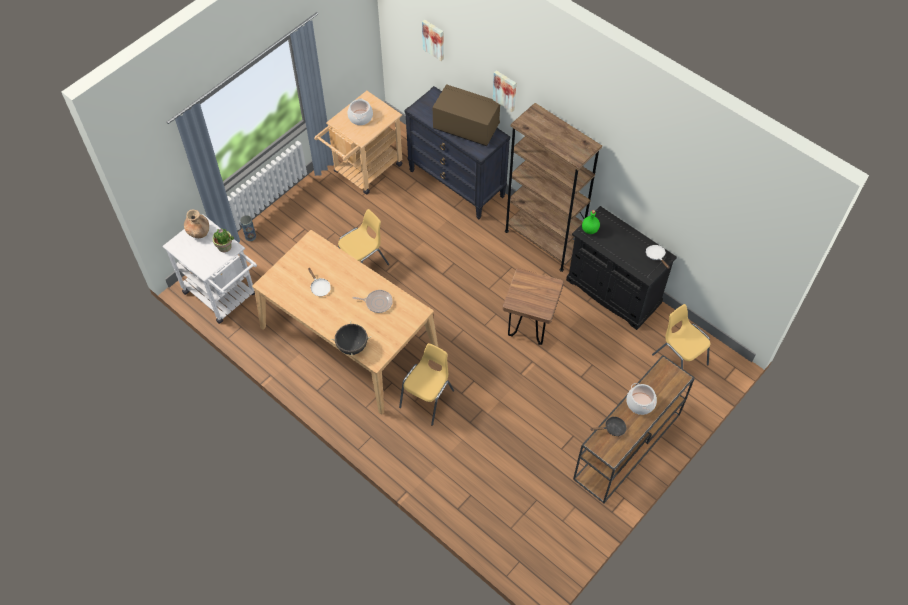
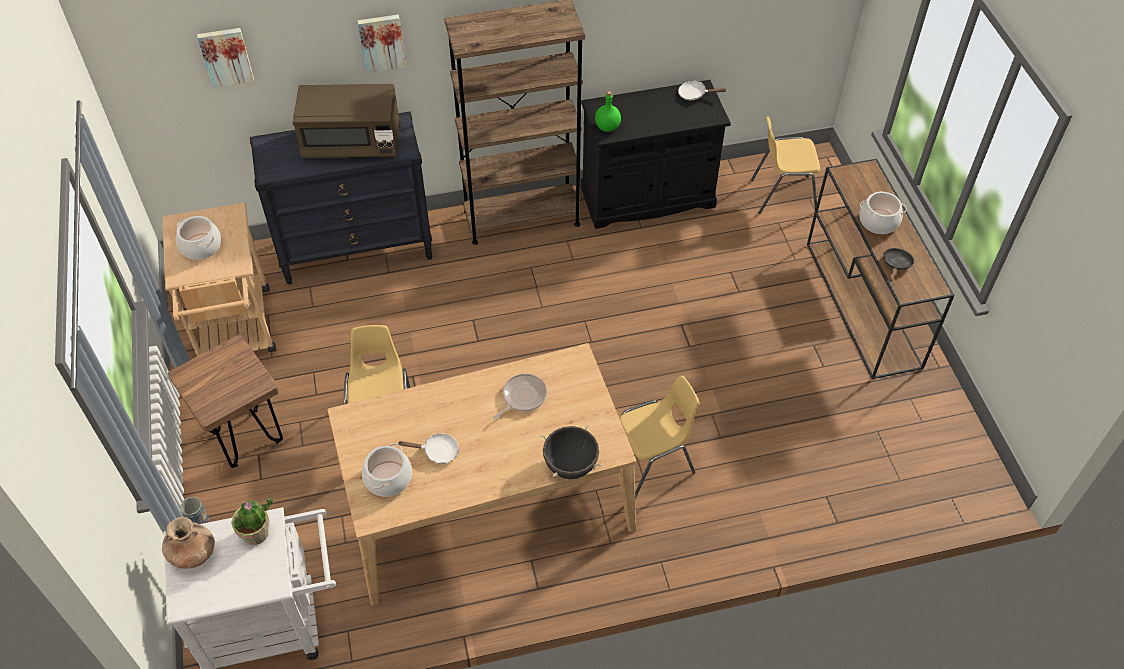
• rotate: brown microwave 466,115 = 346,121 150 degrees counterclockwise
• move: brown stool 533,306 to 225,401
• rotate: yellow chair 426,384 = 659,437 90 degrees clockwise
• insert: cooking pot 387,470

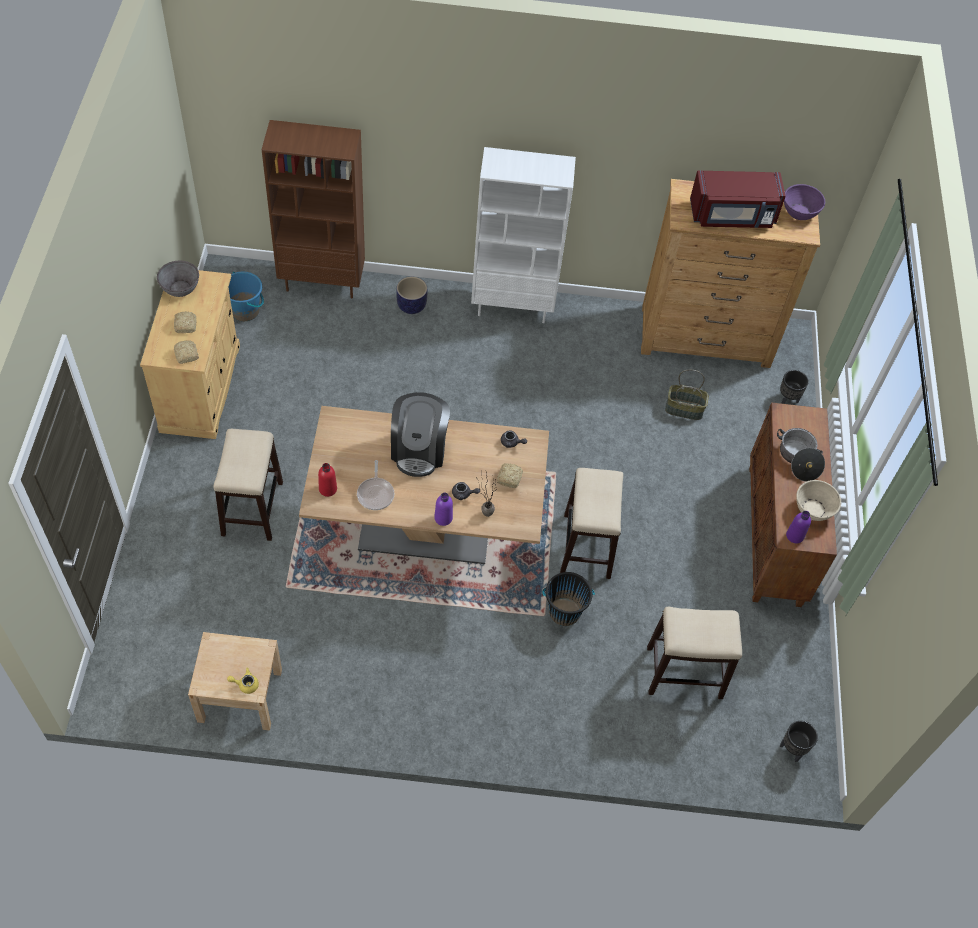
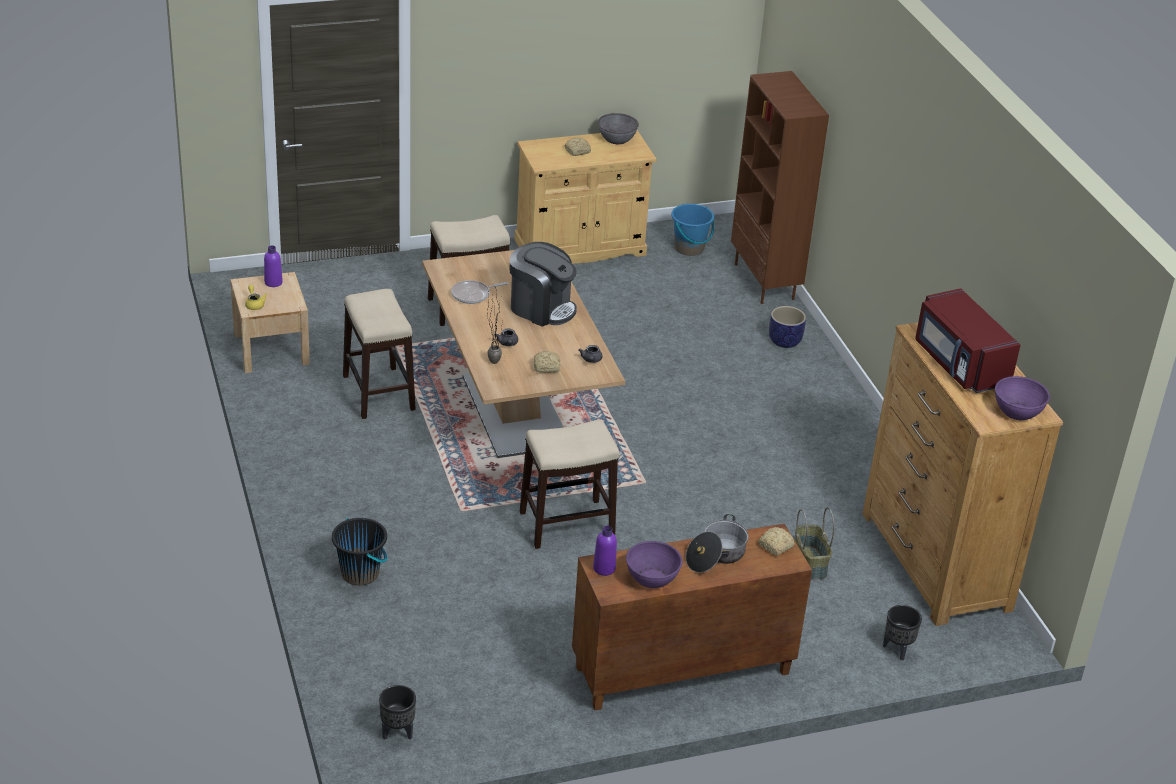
• delete: white bookcase 523,235
• move: bread 186,352 to 776,541
• rotate: coffee machine 420,434 = 543,284 135 degrees counterclockwise
• delete: red bottle 327,480
• recolor: beige bowl 818,500 to purple bowl 654,564
• move: purple bottle 443,509 to 273,266
• move: black bucket 568,599 to 360,552
• move: stool 694,652 to 379,354

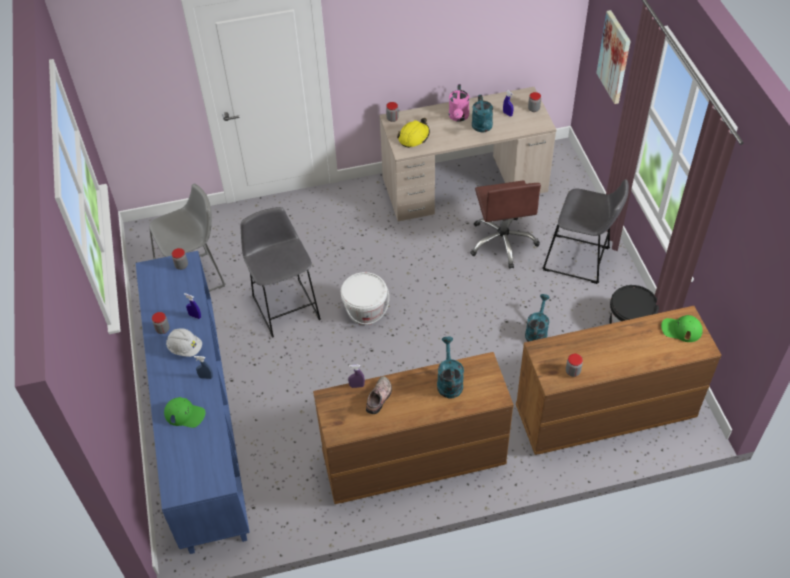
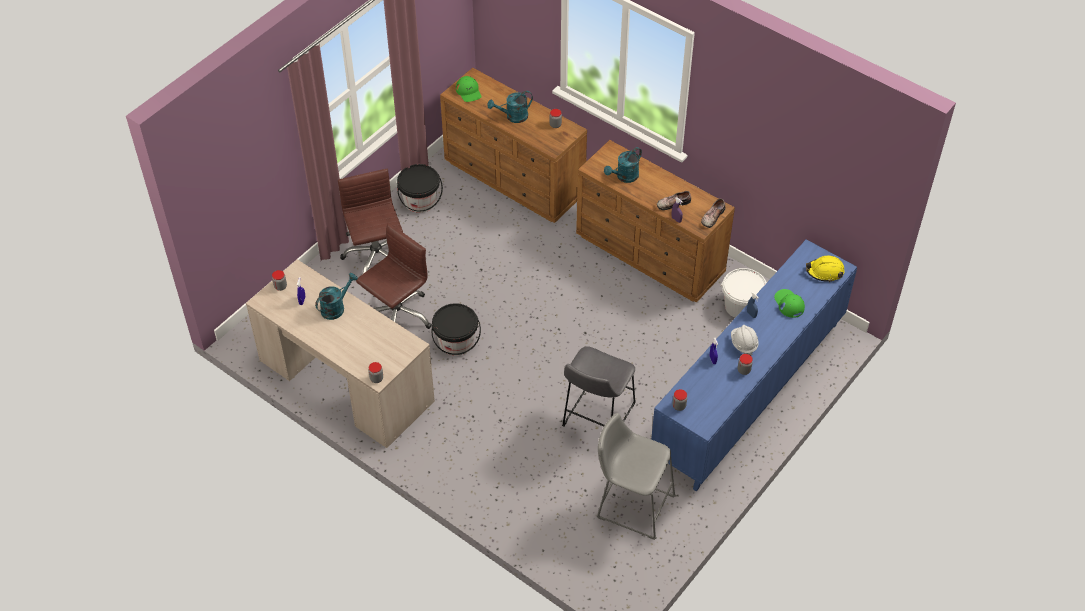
• delete: picture 613,57
• delete: pink watering can 459,103
• move: yellow hard hat 413,133 to 825,269
• replace: grey stool 585,231 to brown office chair 370,221
• move: white bucket 365,298 to 743,293
• move: turquoise watering can 537,318 to 510,107
• insert: shoe 713,213
• insert: black bucket 456,329

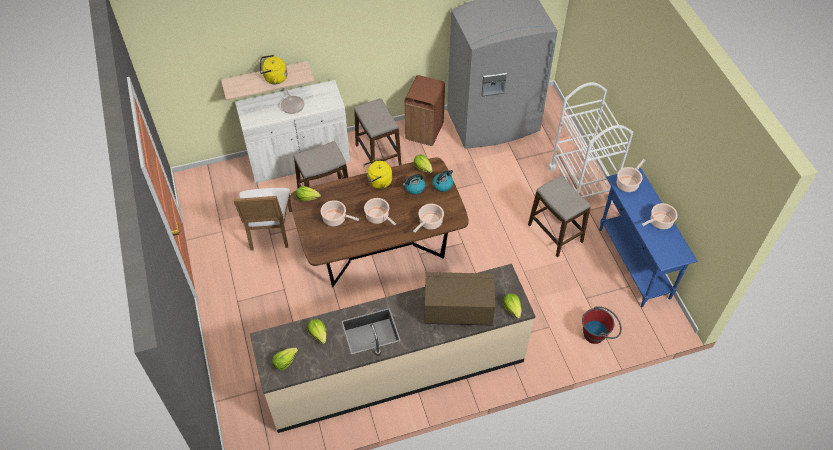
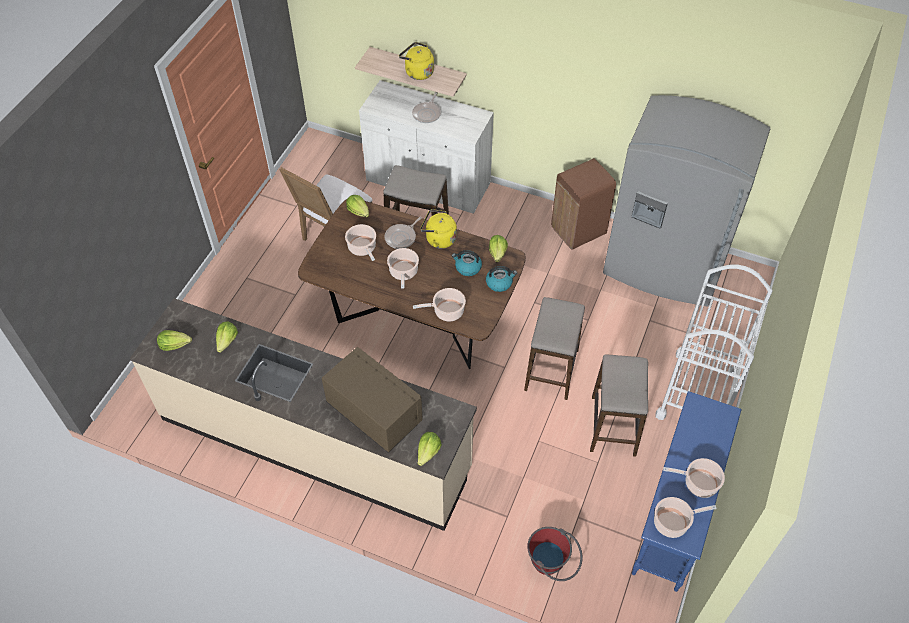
• move: stool 377,131 to 554,348
• move: cooking pot 631,175 to 685,517
• insert: frying pan 403,233

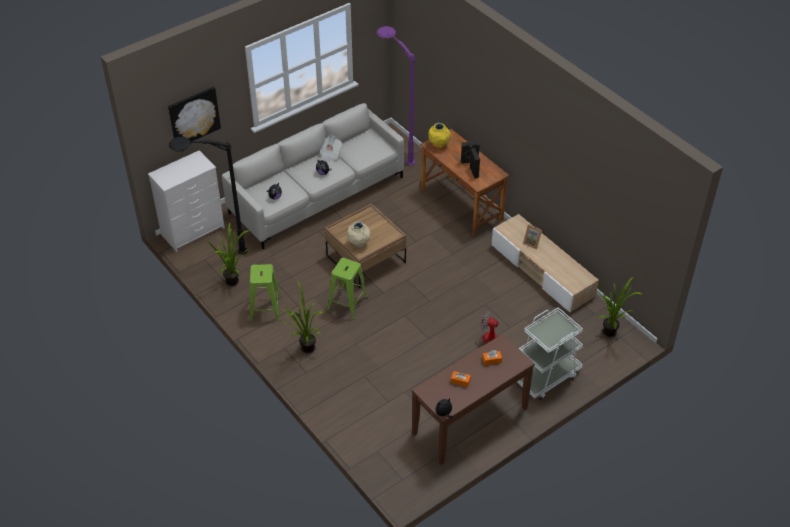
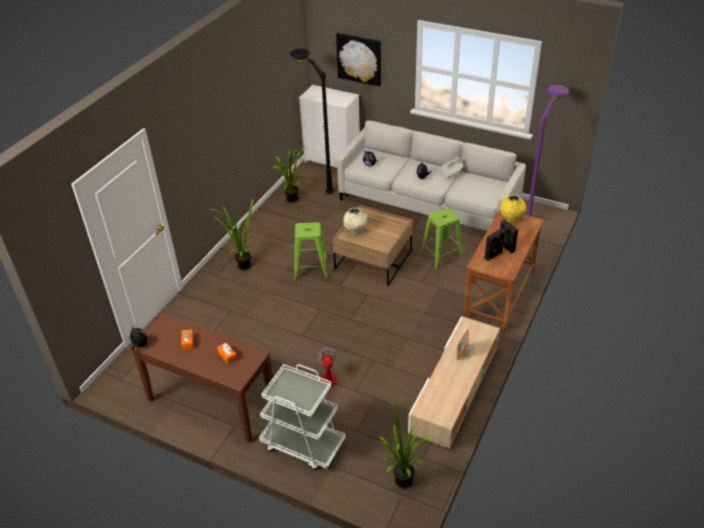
• move: green stool 265,293 to 441,239

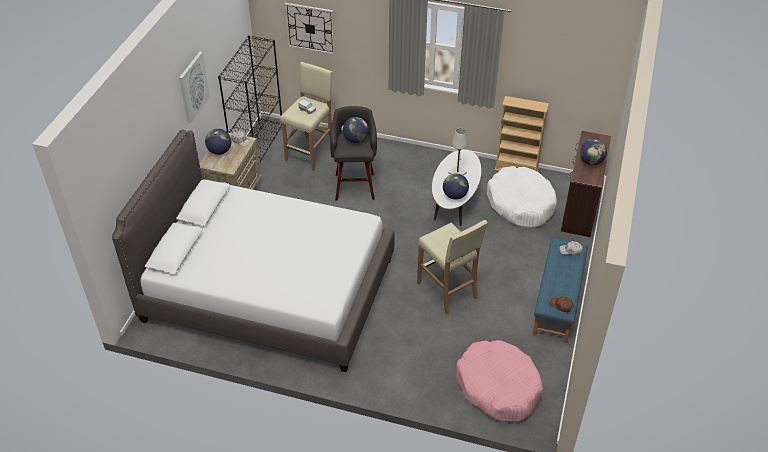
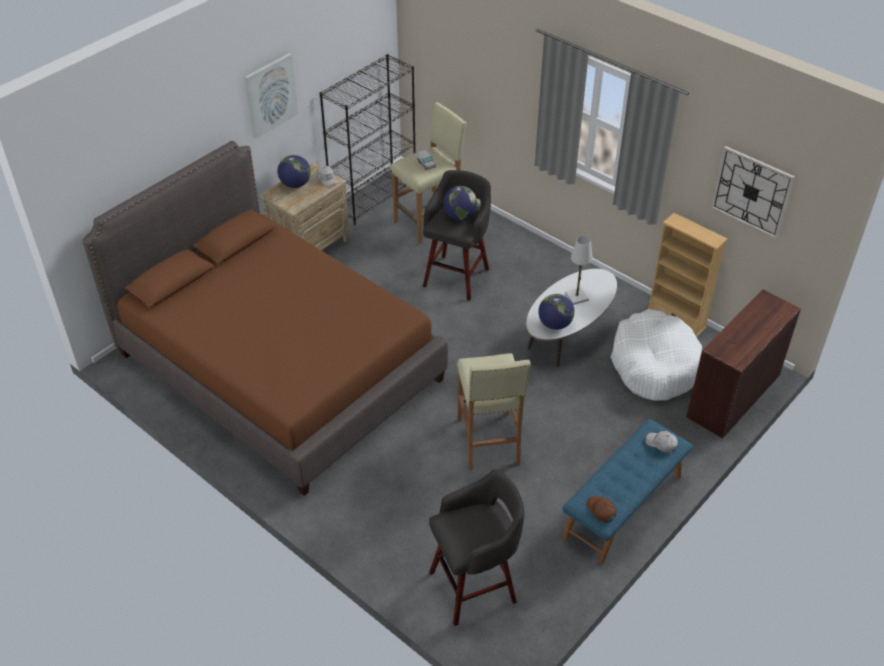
• move: wall clock 310,29 to 753,192
• recolor: white bed 253,250 to brown bed 265,318
• delete: globe 593,152
• replace: pink dog bed 499,381 to grey stool 476,547

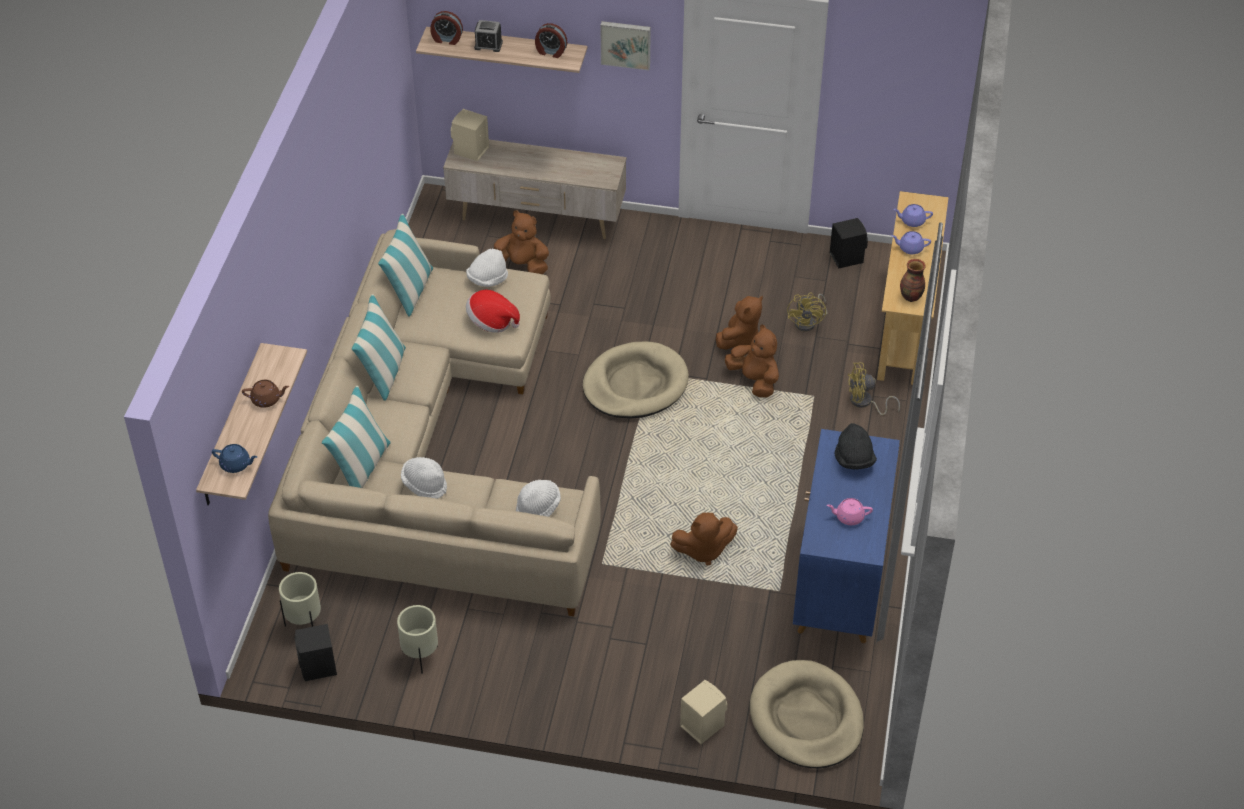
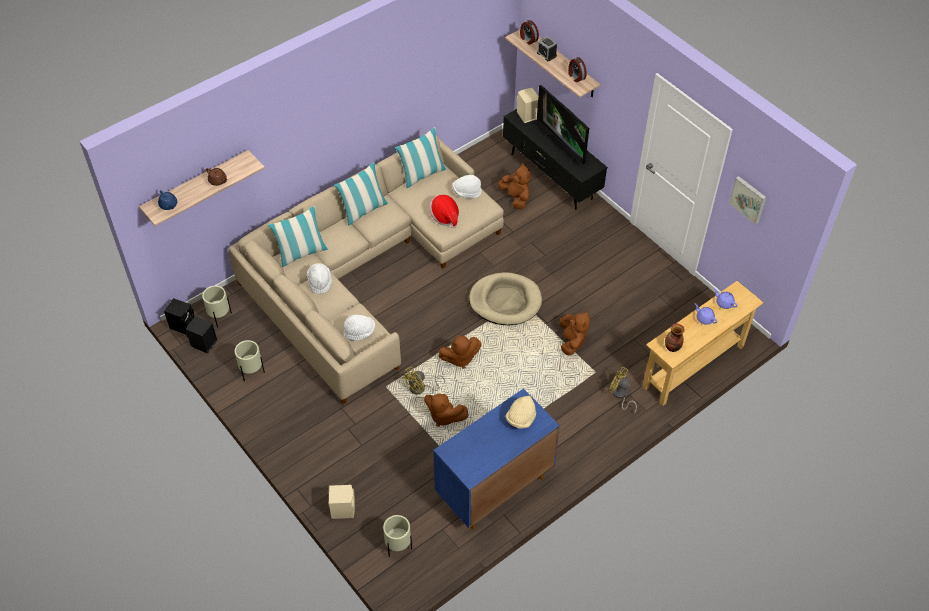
• move: picture 626,45 to 747,200
• recolor: beige tv stand 535,189 to black tv stand 555,159
• move: black speaker 849,243 to 179,316
• move: yellow fan 807,312 to 423,381
• move: brown plush toy 739,323 to 460,352
• recolor: black hat 855,446 to beige hat 520,412
• delete: pink teapot 850,511
• replace: beige dog bed 807,714 to beige planter 397,536
• insert: television 563,125

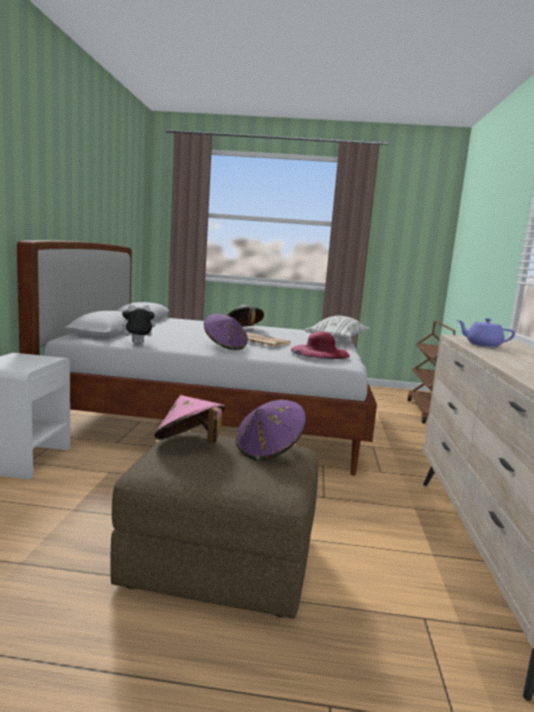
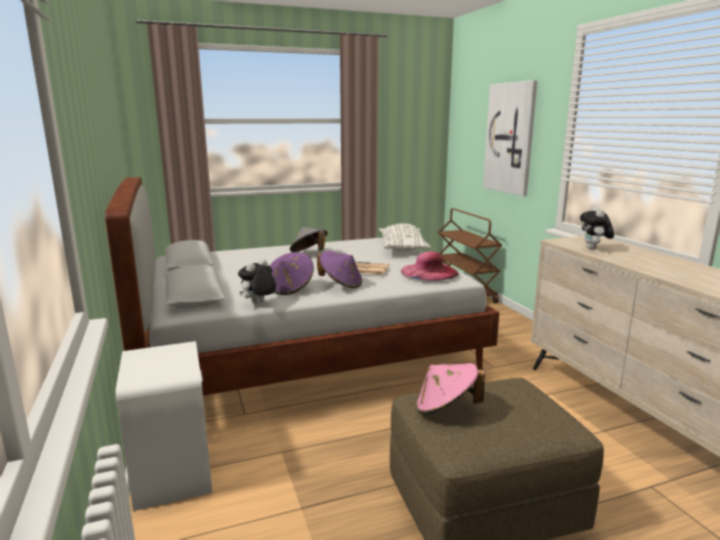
• replace: purple teapot 486,332 to plush toy 597,228
• move: purple hat 271,430 to 291,273
• insert: picture 510,138

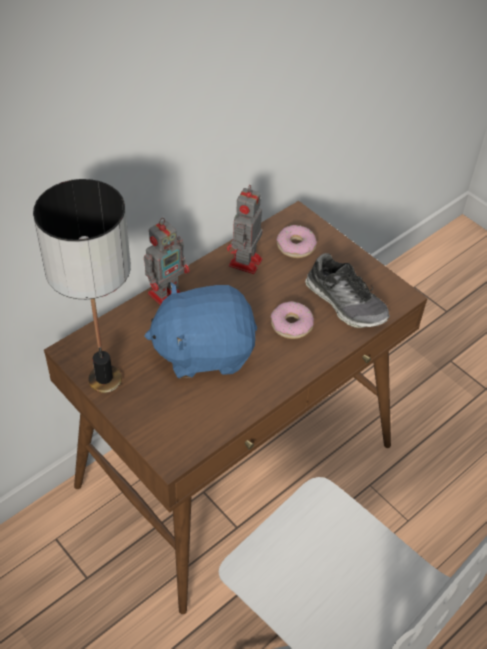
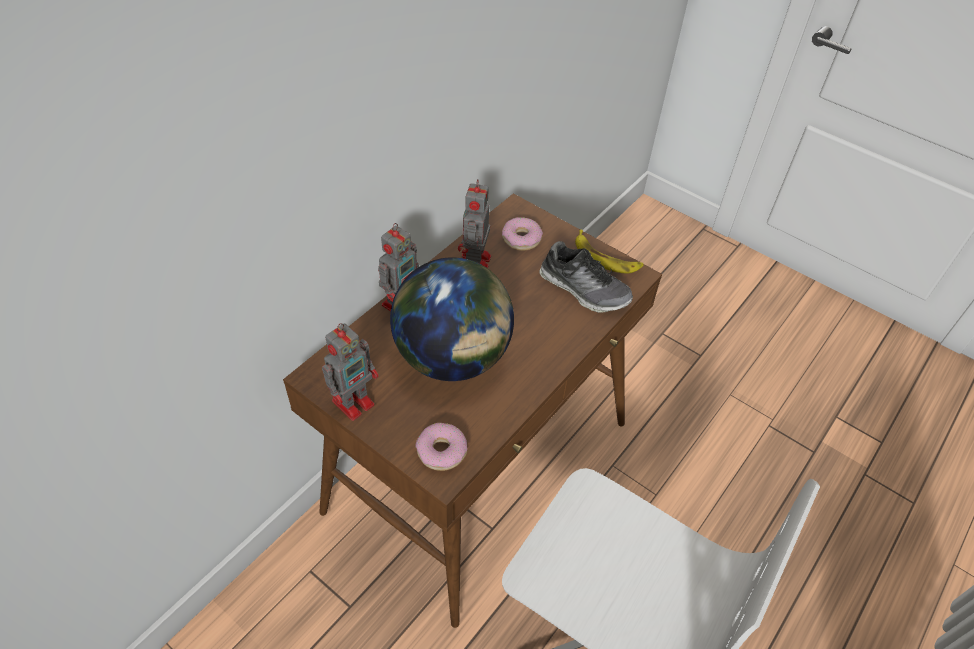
• replace: table lamp 82,286 to toy robot 350,372
• replace: blue plush toy 201,330 to globe 452,319
• move: donut 292,320 to 441,447
• insert: banana 609,252

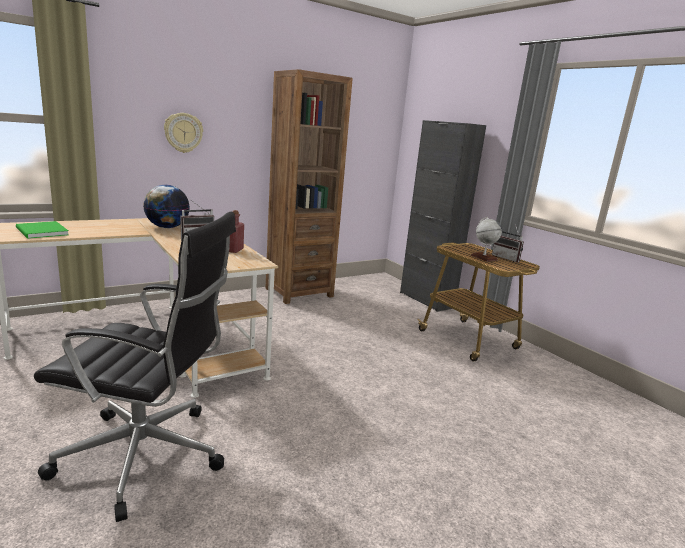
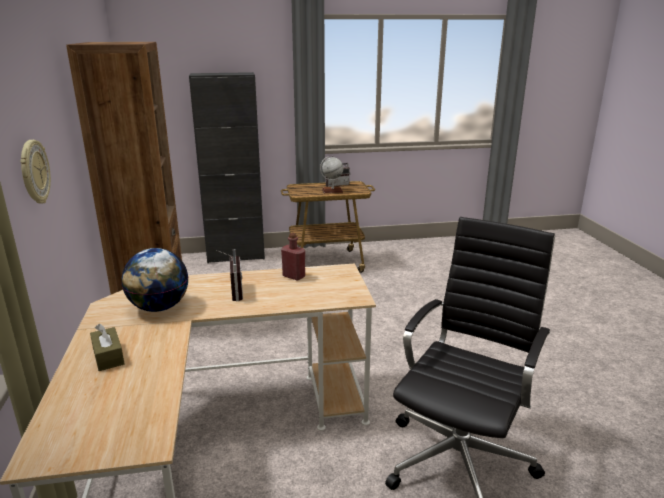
• delete: green book 42,230
• insert: brown tissue box 107,347

